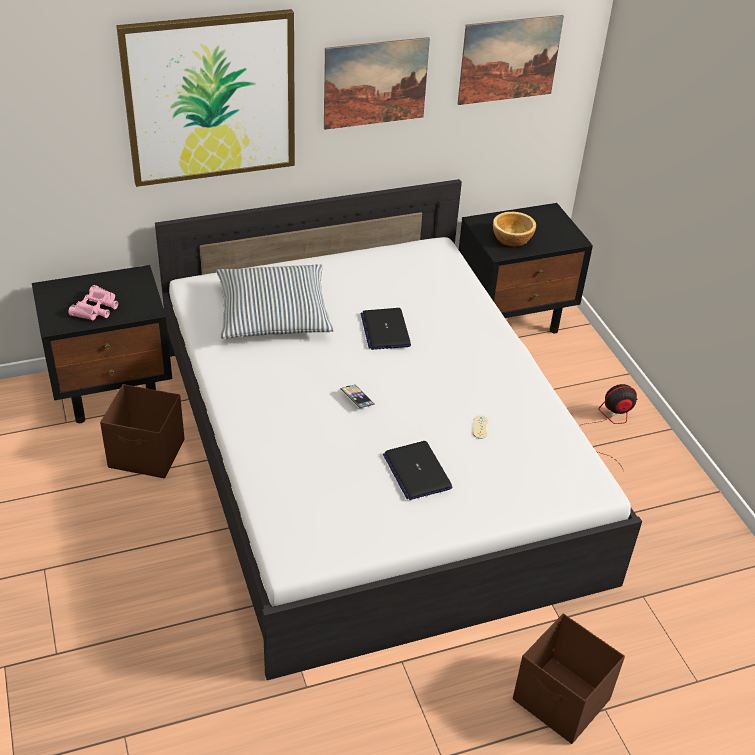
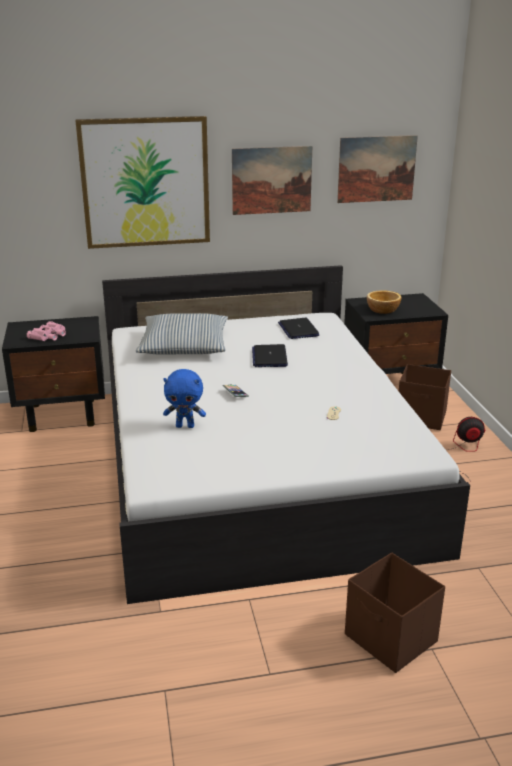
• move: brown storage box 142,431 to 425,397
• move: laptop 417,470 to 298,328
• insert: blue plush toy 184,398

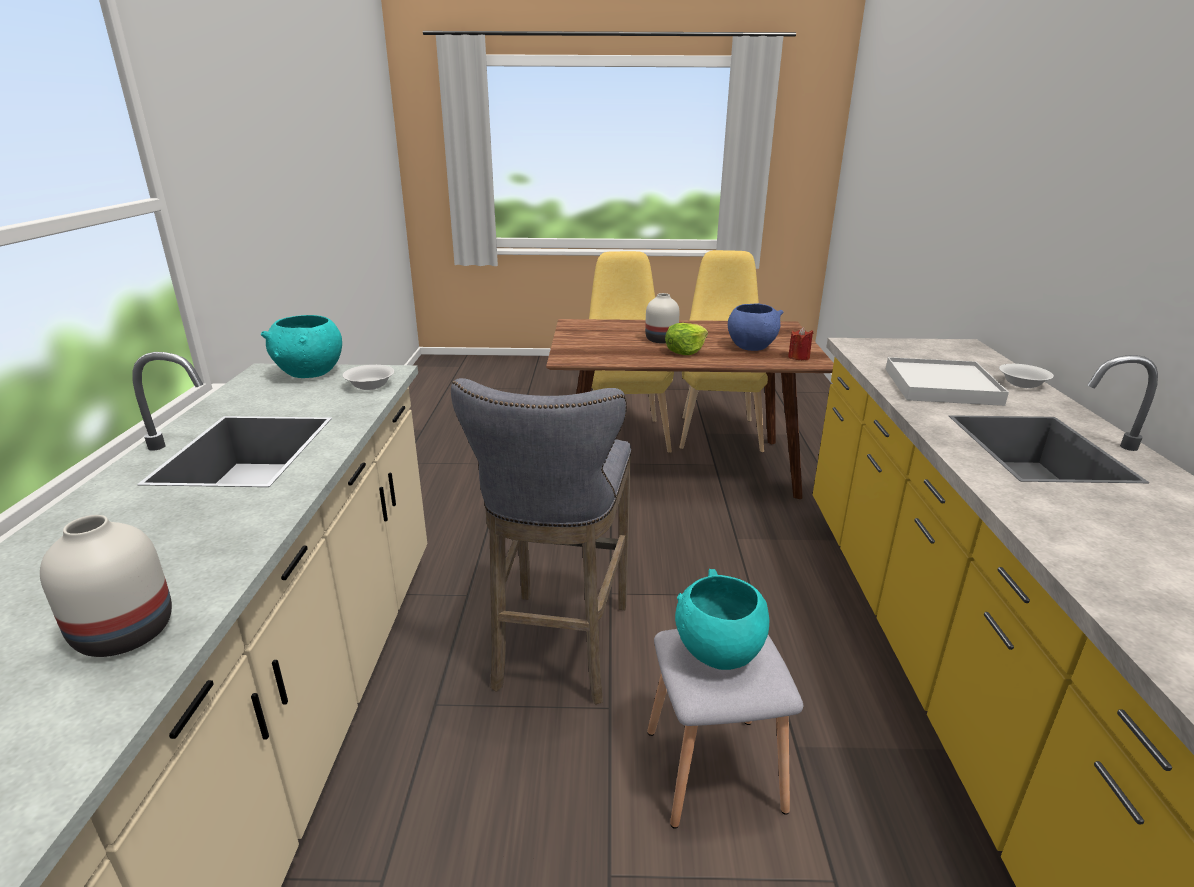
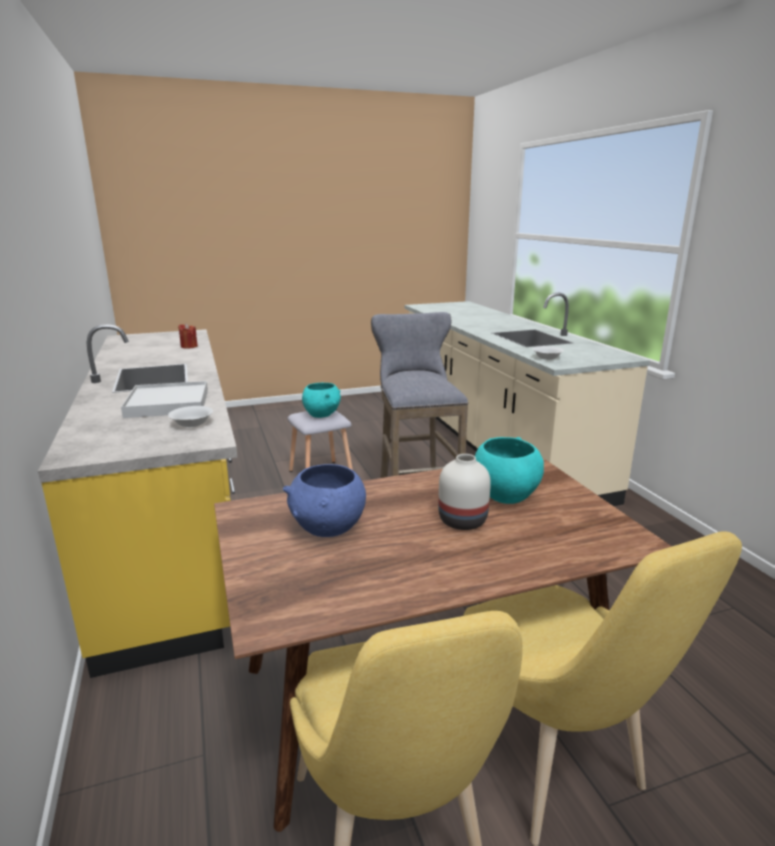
• move: turquoise bowl 301,346 to 509,470
• delete: lettuce 686,339
• move: red candle 800,343 to 188,336
• move: white bowl 1026,376 to 190,416
• delete: white vase 106,586

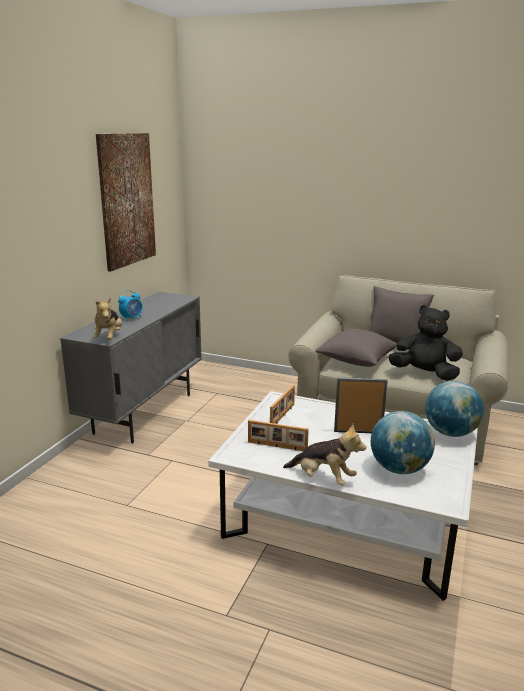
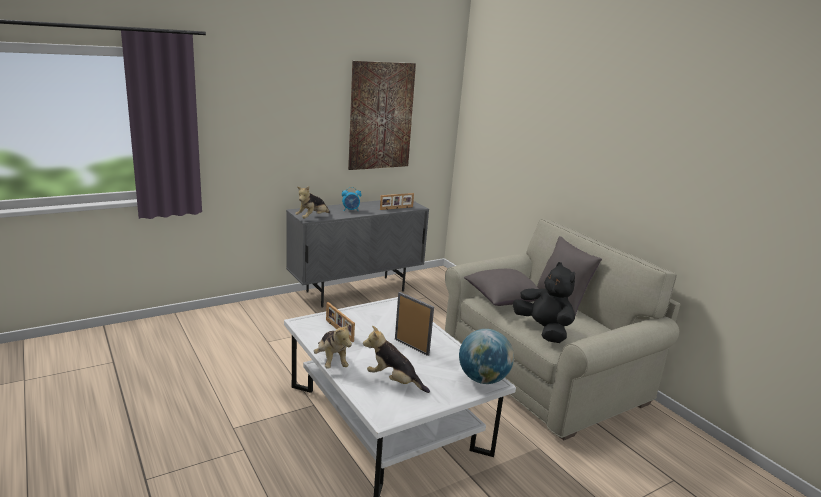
• move: picture frame 282,404 to 397,201
• replace: globe 403,442 to plush toy 396,359

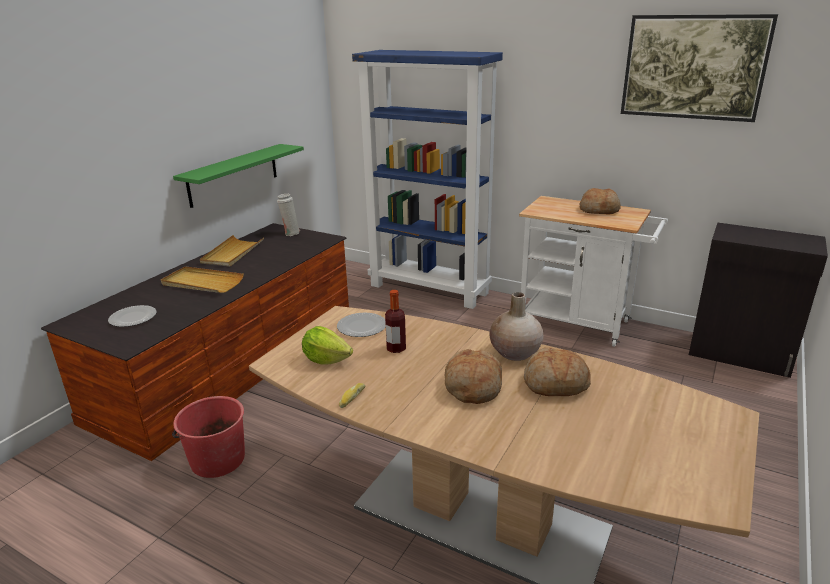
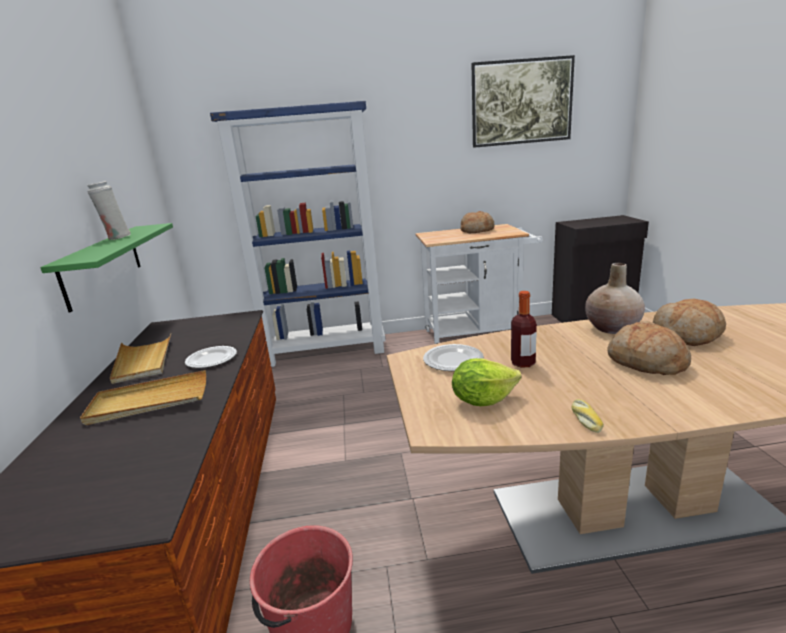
• move: white vase 288,215 to 109,210
• move: plate 132,316 to 211,357

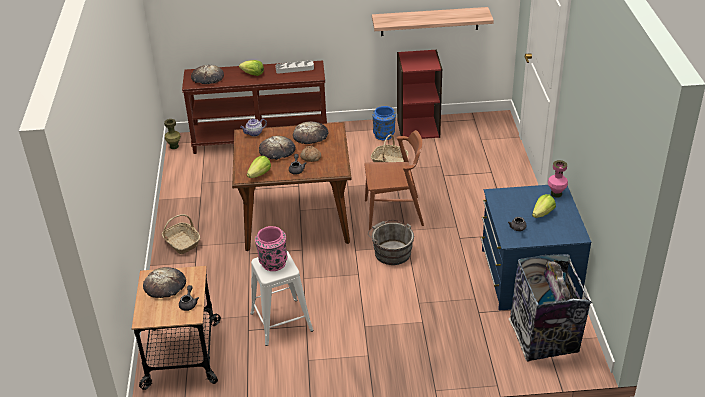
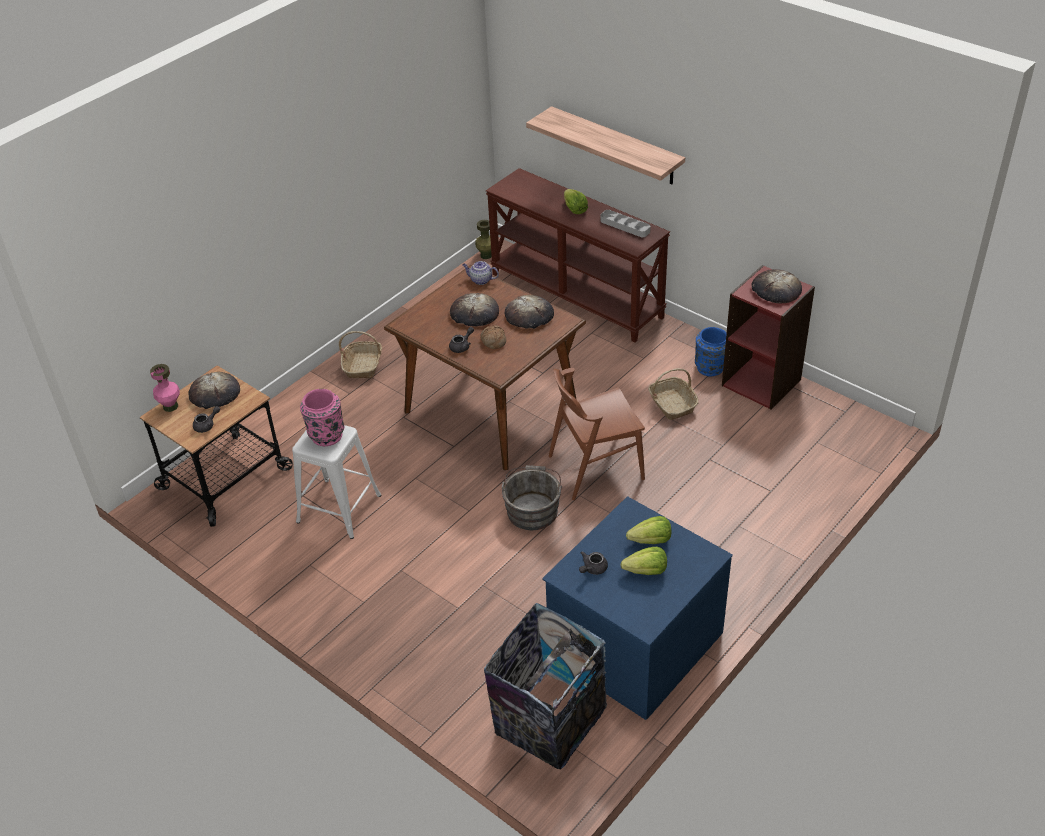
• move: shelf 433,21 to 605,145
• move: bread 207,74 to 776,286
• rotate: brown chair 394,180 = 597,434 120 degrees clockwise
• move: lettuce 259,167 to 648,530
• move: pink vase 558,178 to 165,388

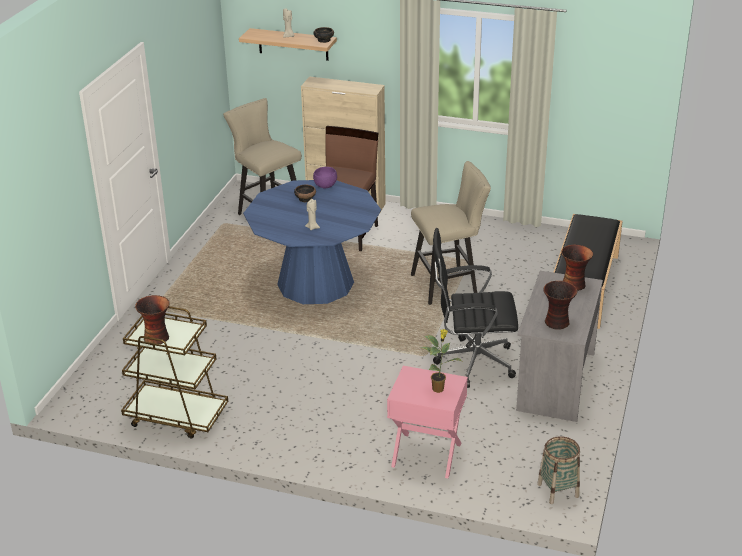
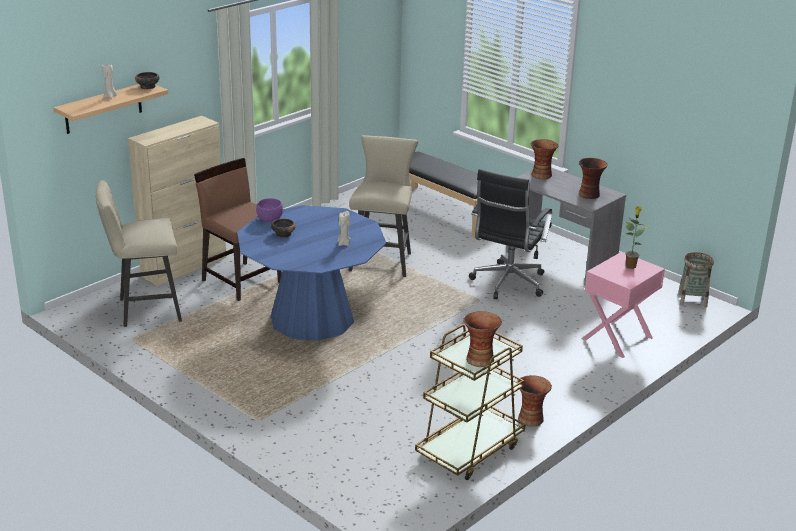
• insert: vase 534,401

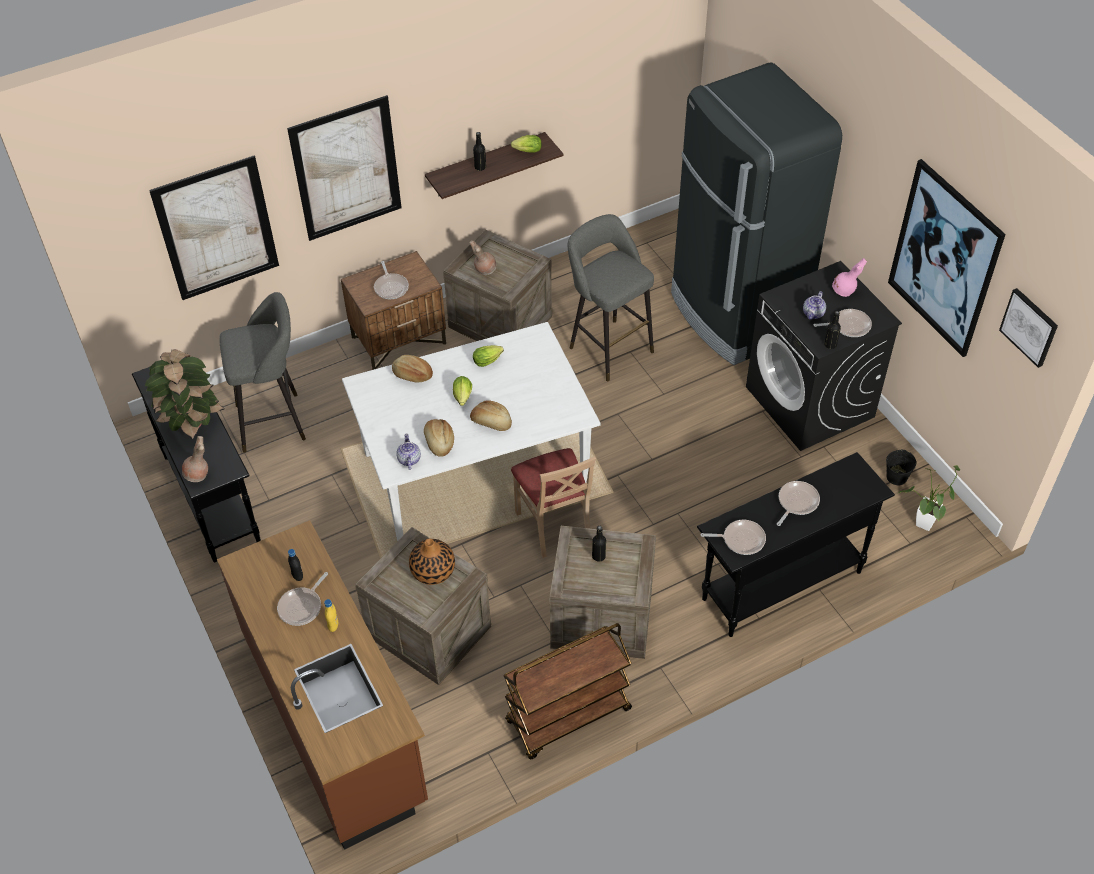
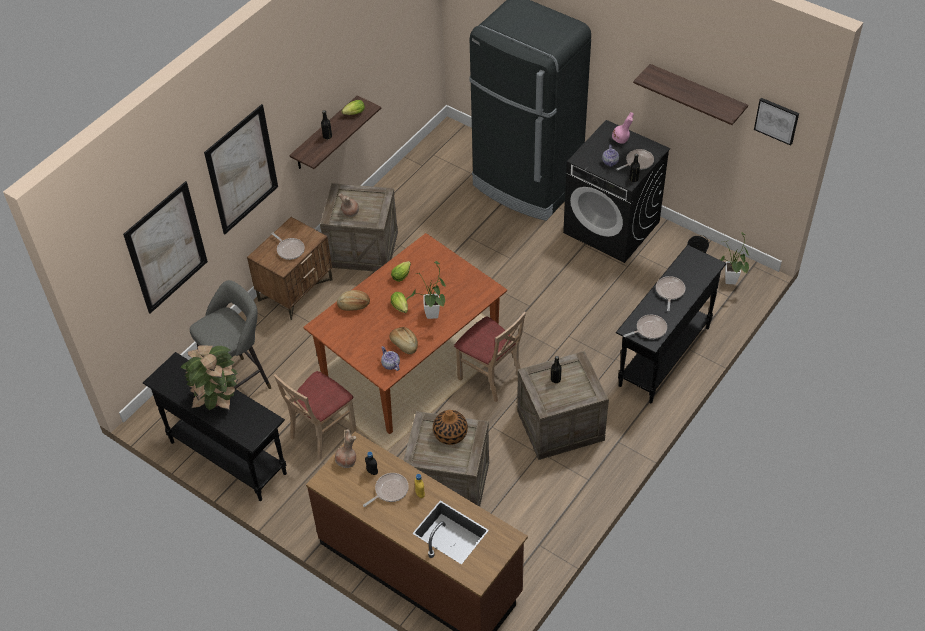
• replace: picture 947,258 to shelf 690,94
• delete: grey stool 611,298
• recolor: white dining table 471,431 to brown dining table 405,333
• replace: bread 491,415 to potted plant 426,290
• move: brown vase 195,459 to 345,448
• rotate: frying pan 302,599 = 386,490 135 degrees counterclockwise
• delete: brown cart 567,691
• insert: beige chair 315,415

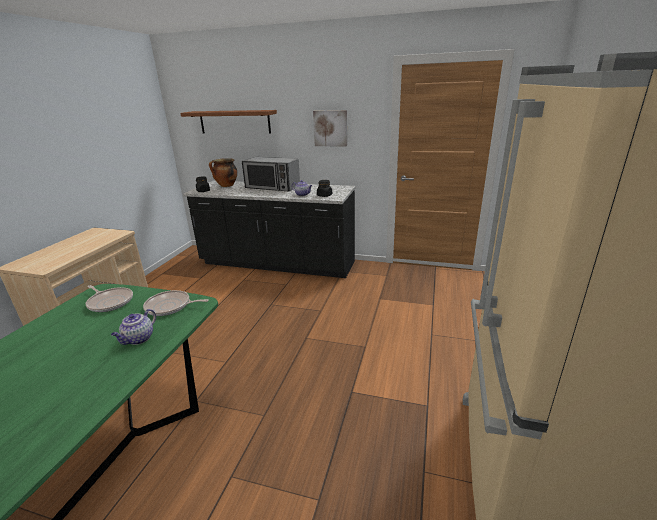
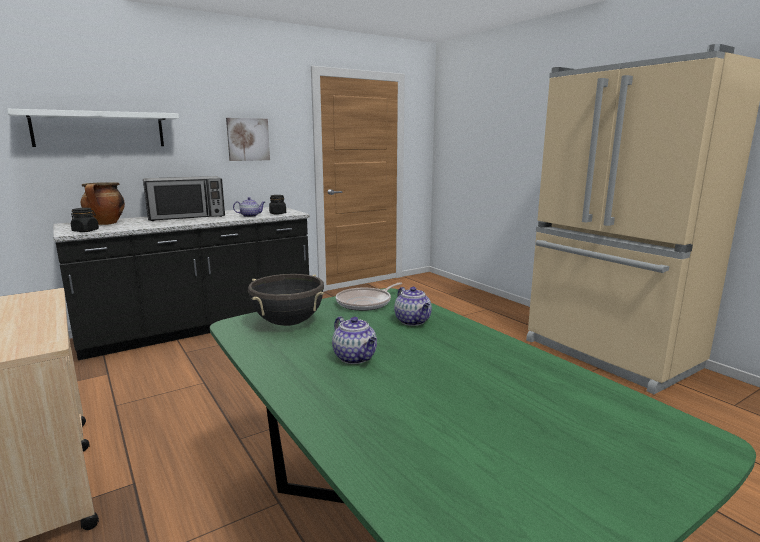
• recolor: brown shelf 228,122 to white shelf 93,128
• replace: frying pan 109,298 to black cooking pot 286,300
• insert: teapot 354,340

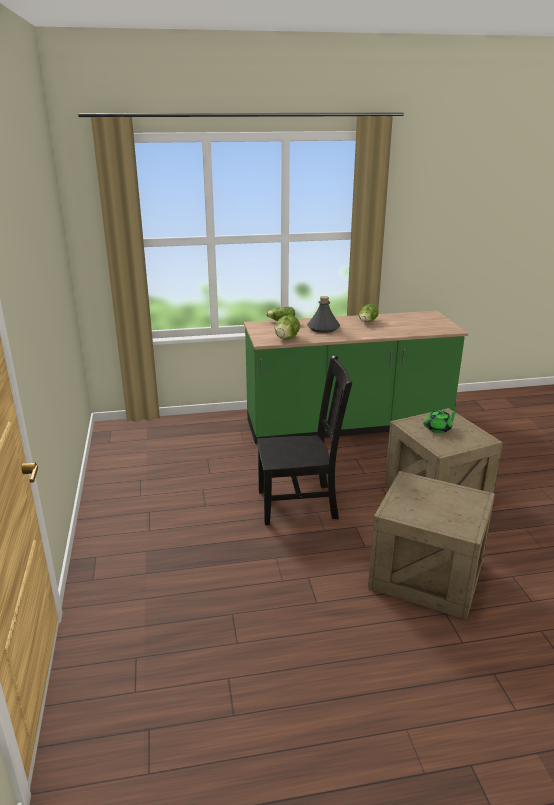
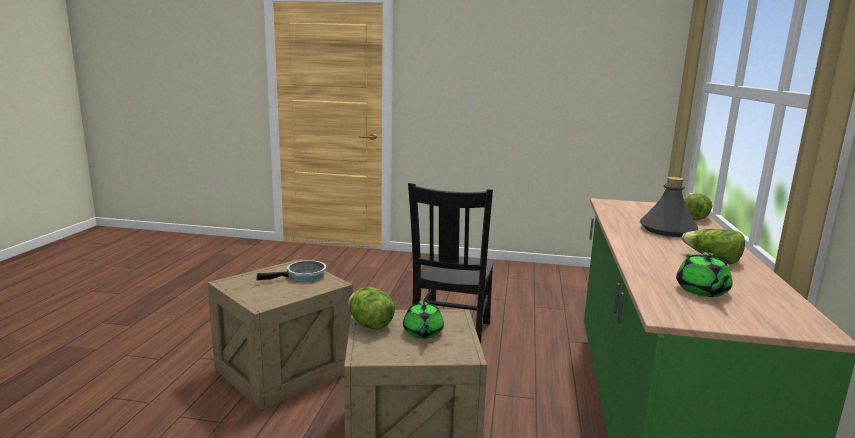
• move: lettuce 287,327 to 371,308
• insert: green teapot 704,274
• insert: frying pan 291,270

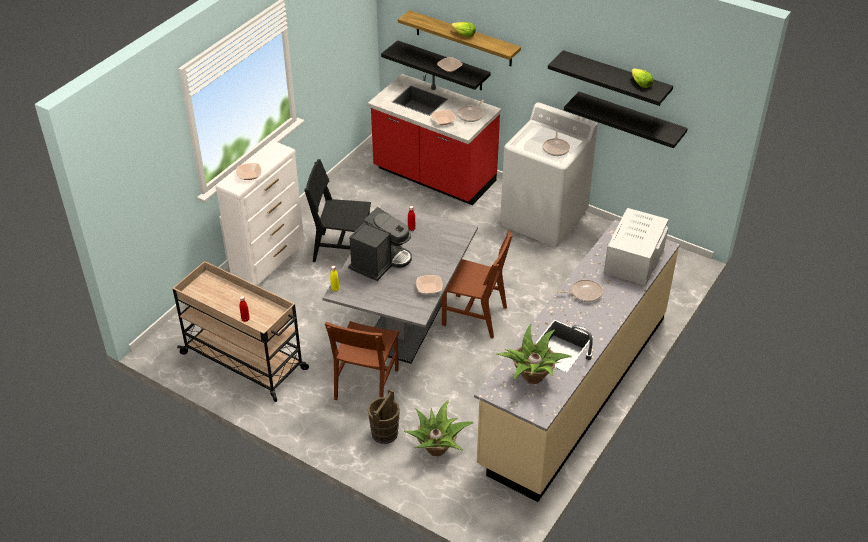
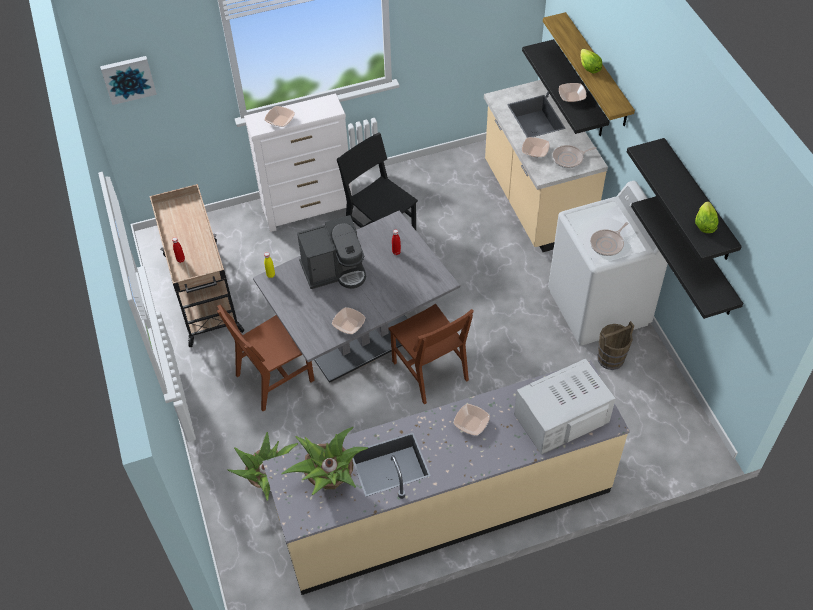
• recolor: red counter 434,139 to beige counter 546,166
• replace: frying pan 579,290 to bowl 472,420
• move: brown bucket 384,416 to 615,345
• insert: picture 128,80

